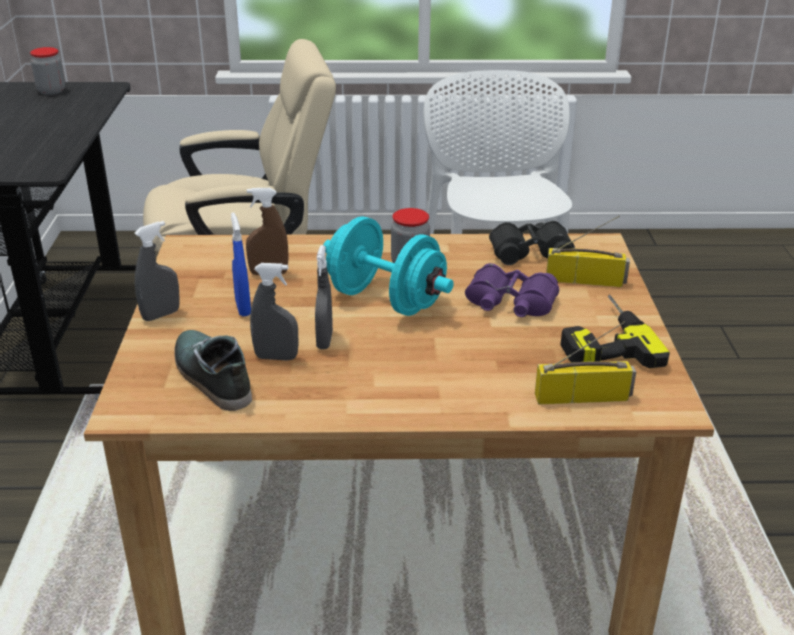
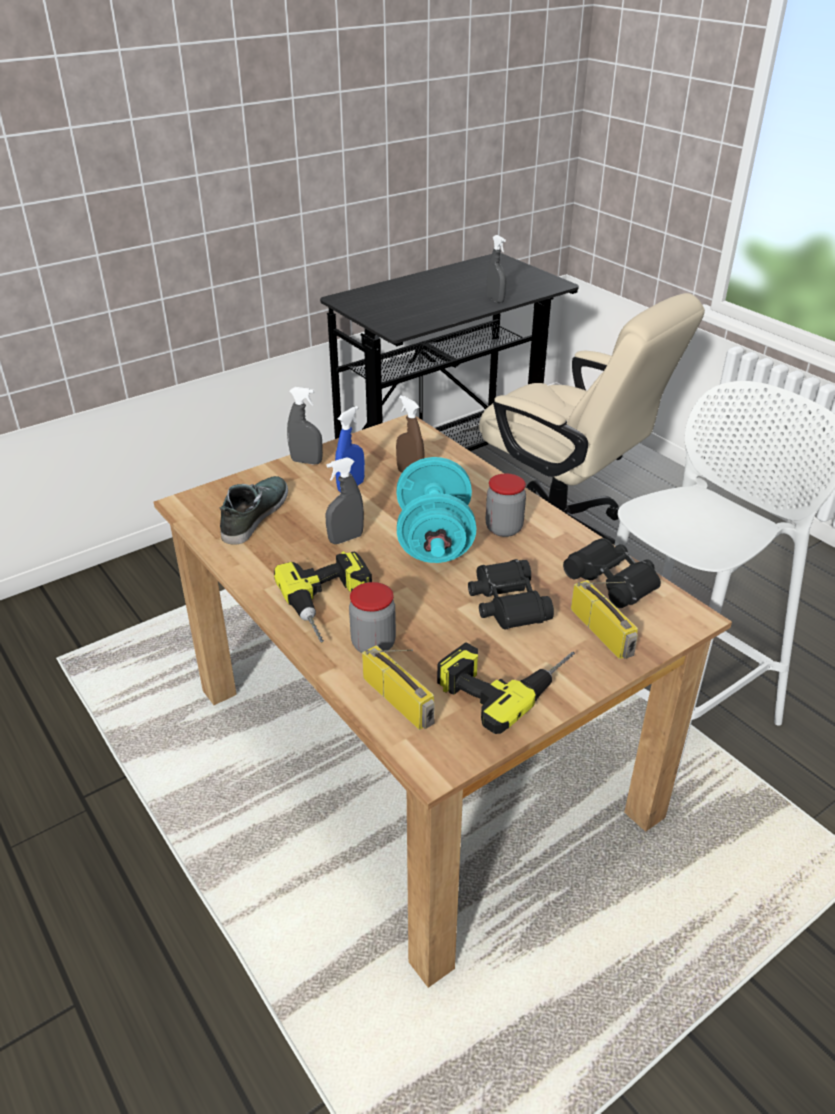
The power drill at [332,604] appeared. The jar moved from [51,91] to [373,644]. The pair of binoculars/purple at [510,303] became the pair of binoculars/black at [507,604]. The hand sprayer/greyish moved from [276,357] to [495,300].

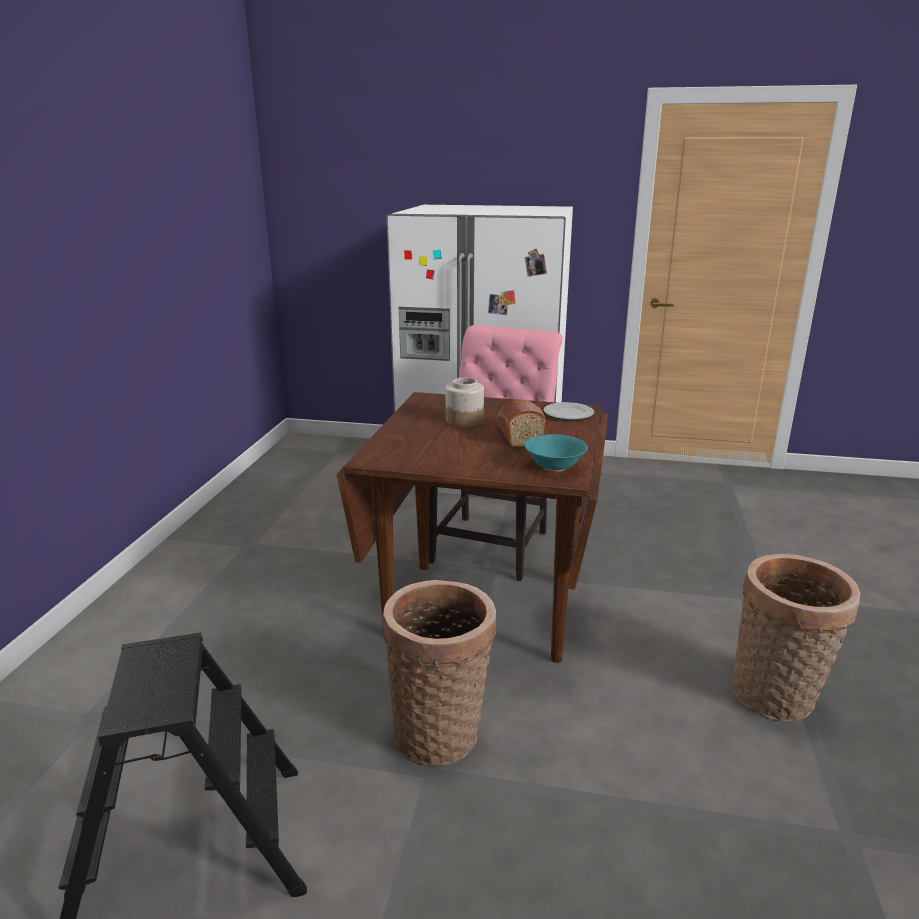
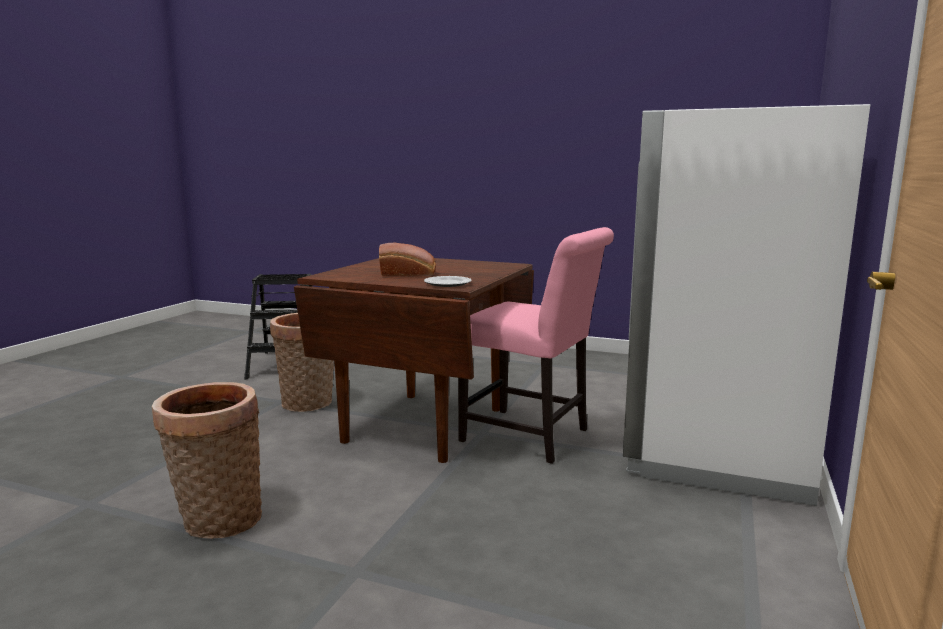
The jar at [465,420] disappeared. The serving bowl/blue-green at [554,467] disappeared.

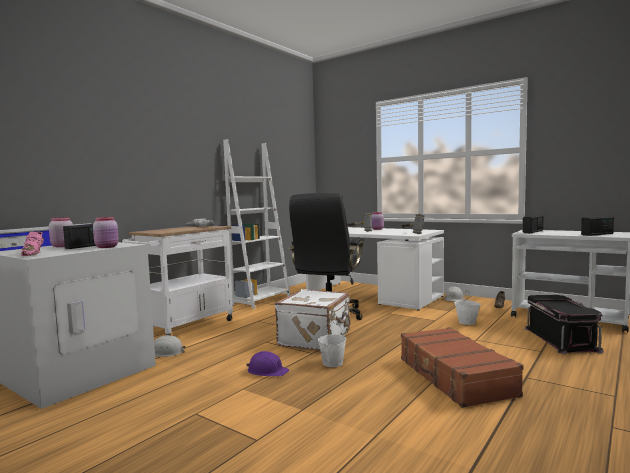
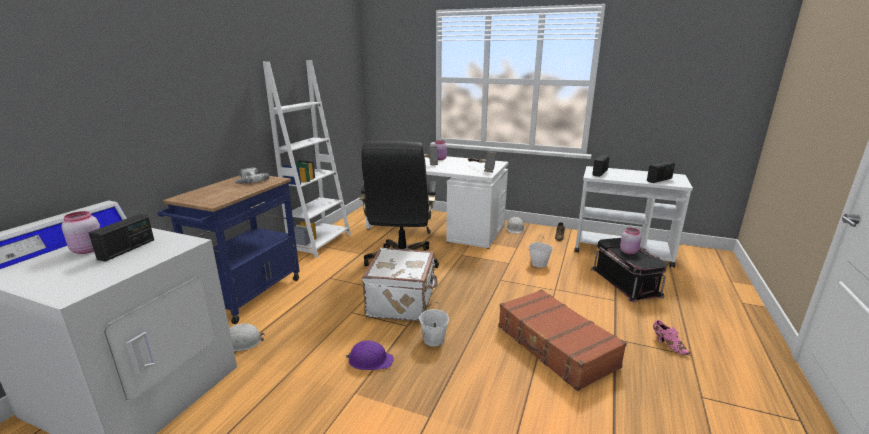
The wheeled cart/white at [184,327] became the wheeled cart/bluish at [247,296]. The jar/pink-coloured moved from [107,247] to [629,251]. The item of footwear/pink-coloured moved from [34,254] to [668,344].

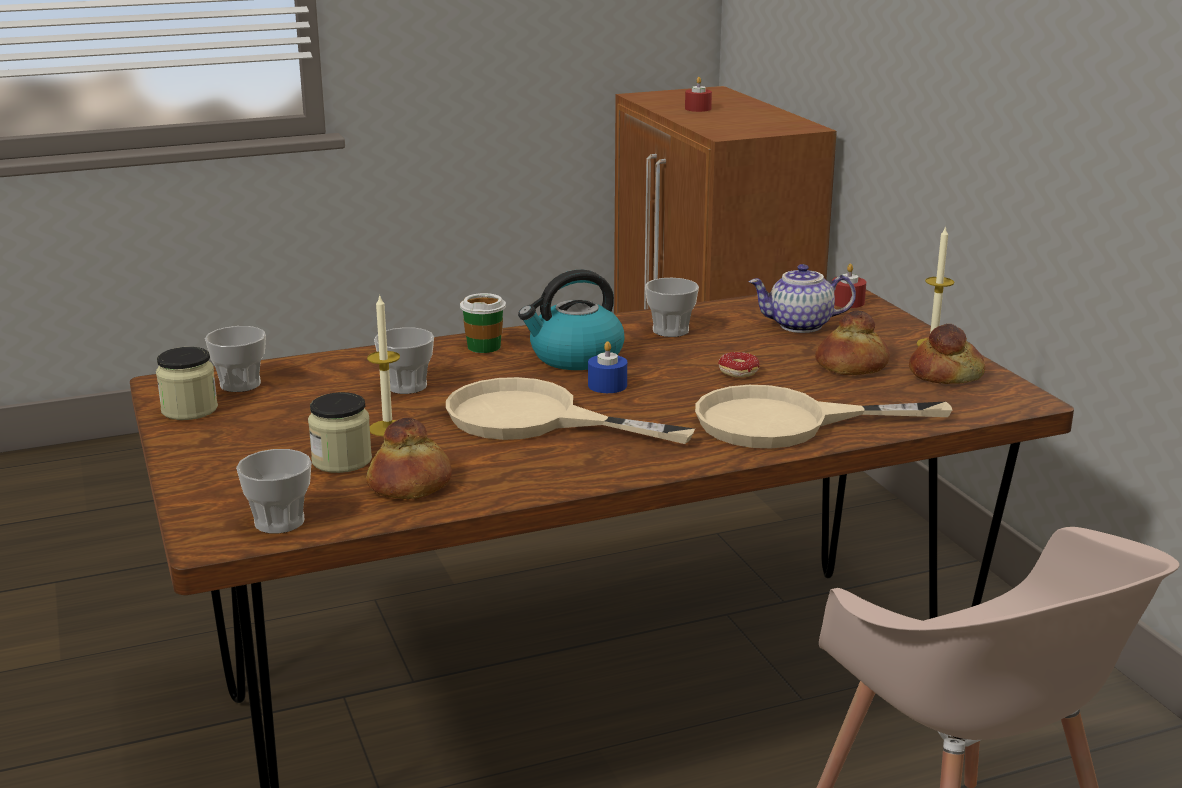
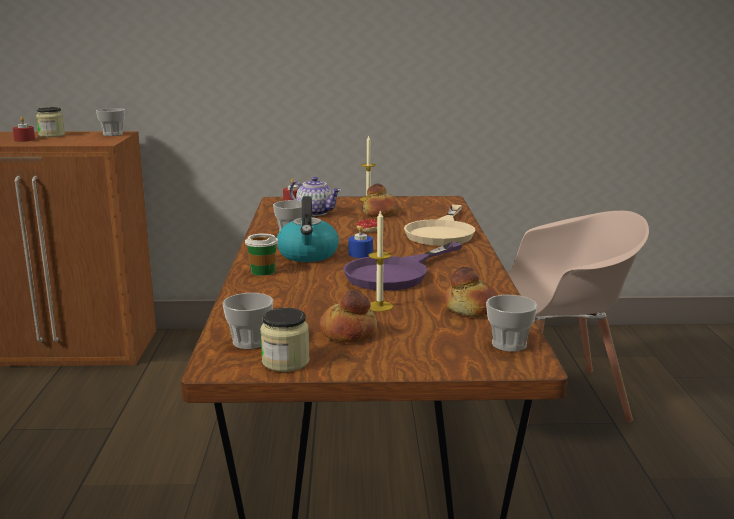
The jar moved from [341,460] to [52,135]. The drinking cup moved from [406,386] to [112,134]. The pot for tea at [799,326] turned 75 degrees counterclockwise. The bakery bread moved from [945,374] to [347,332]. The skillet/sand-coloured at [534,419] became the skillet/purple at [396,273].

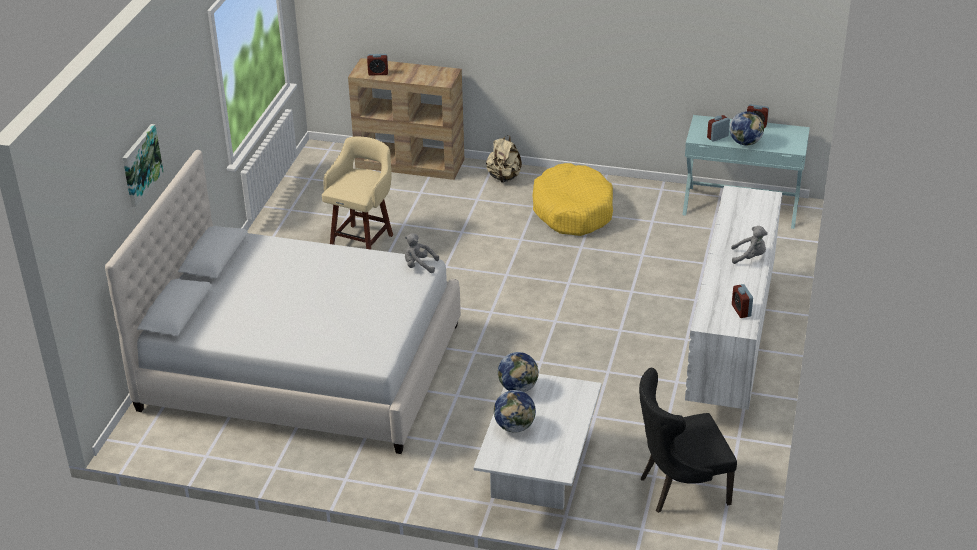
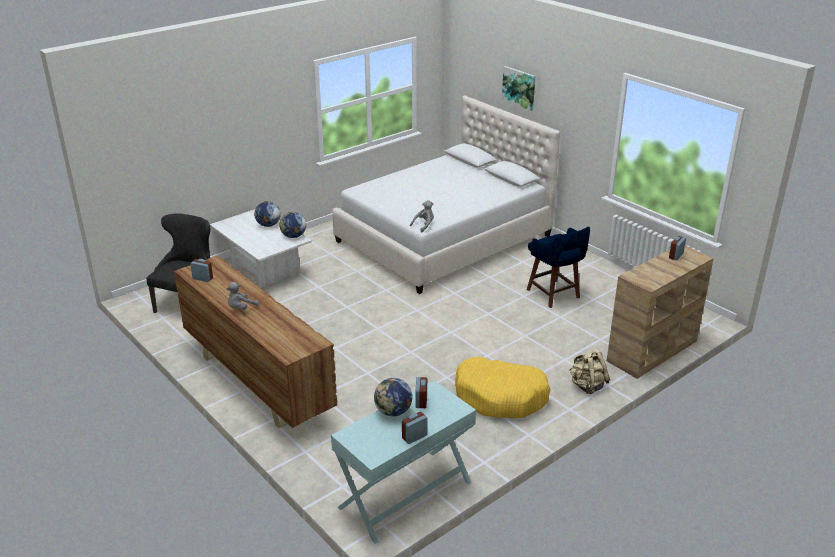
The storage cabinet/white at [731,347] became the storage cabinet/brownish at [256,382]. The stool/sand-coloured at [363,241] became the stool/bluish at [554,295].

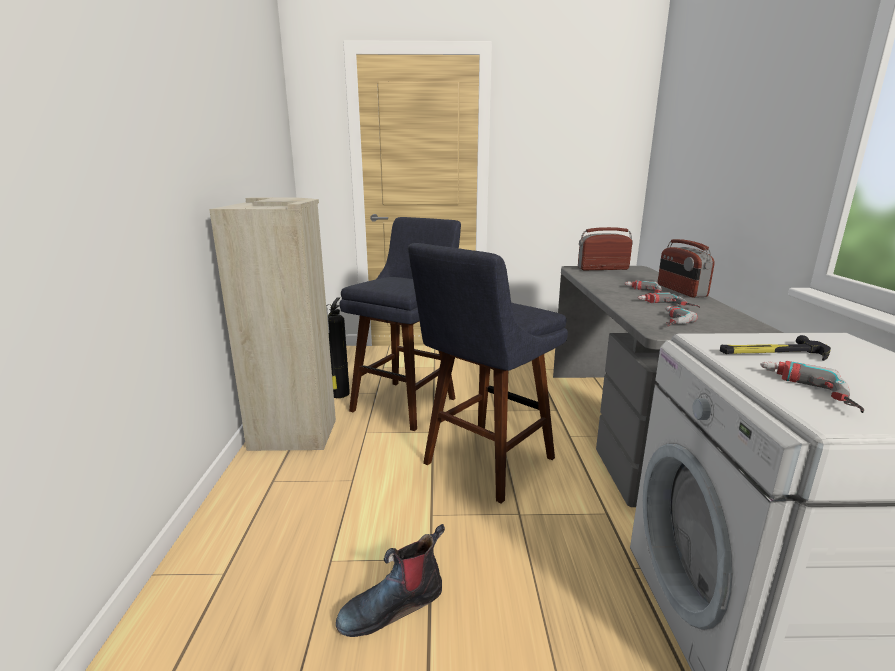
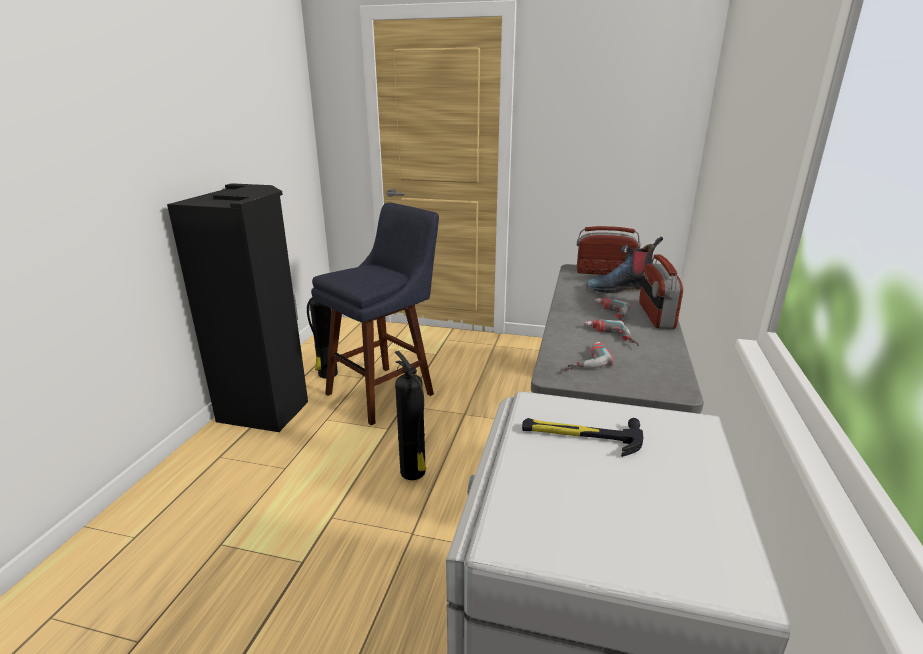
The storage cabinet/sand-coloured at [295,427] became the storage cabinet/black at [269,404]. The stool/bluish at [484,464] was replaced by the extinguisher at [414,473]. The high-top boot moved from [392,605] to [620,288]. The power drill at [804,392] disappeared.

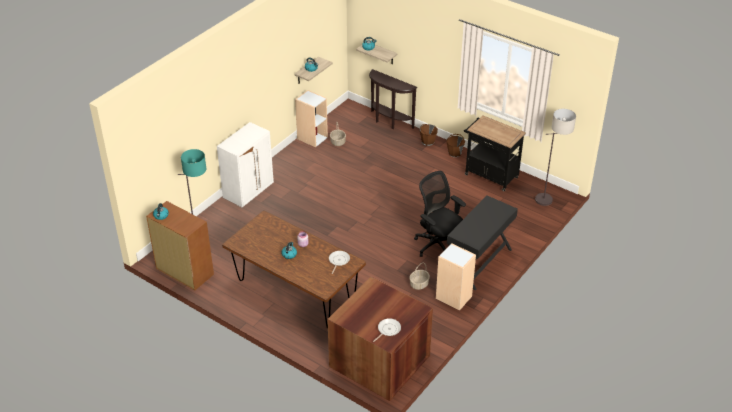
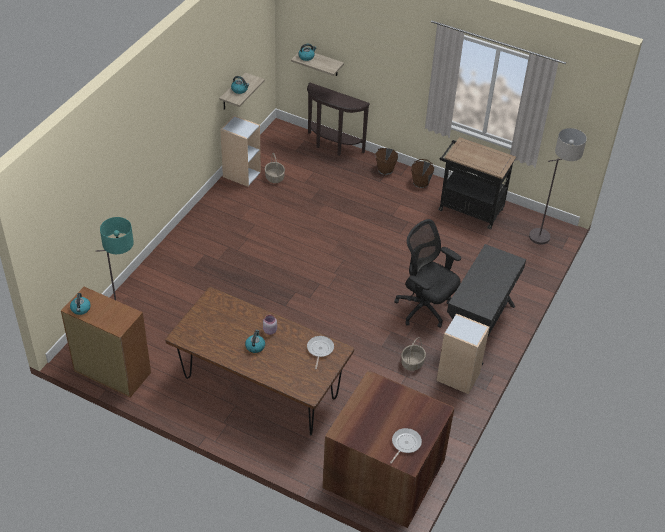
The storage cabinet/white at [248,189] disappeared.

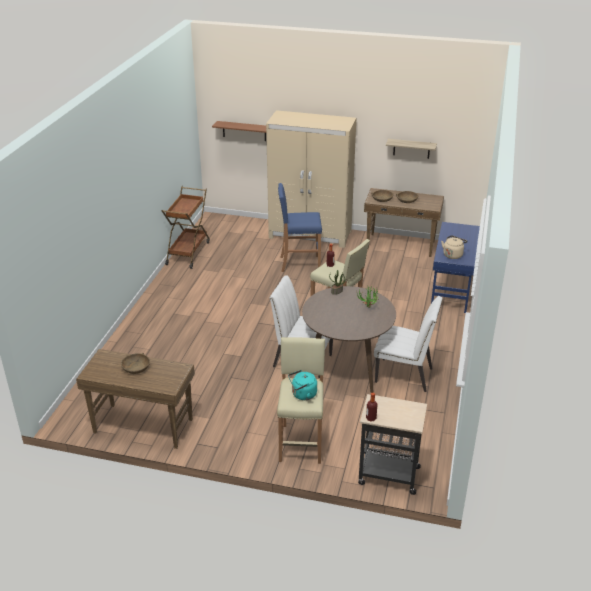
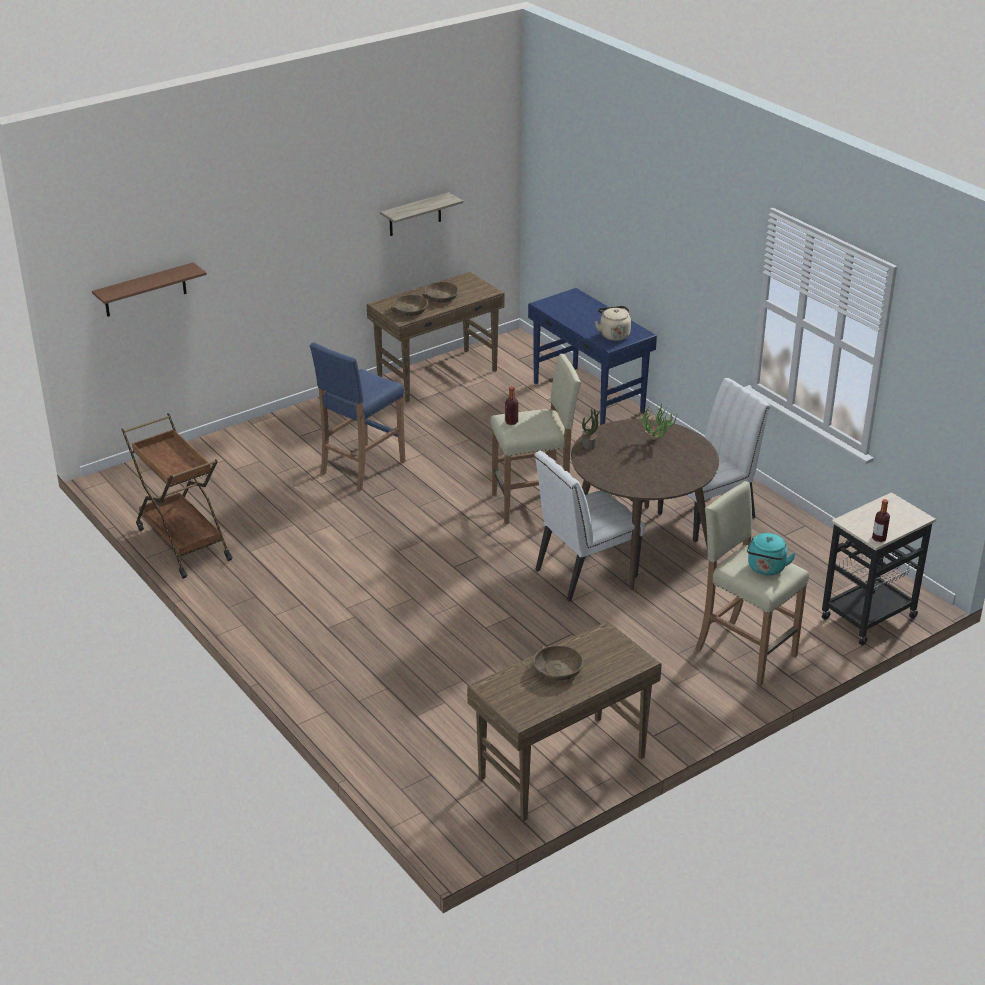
The storage cabinet/sand-coloured at [310,235] disappeared.

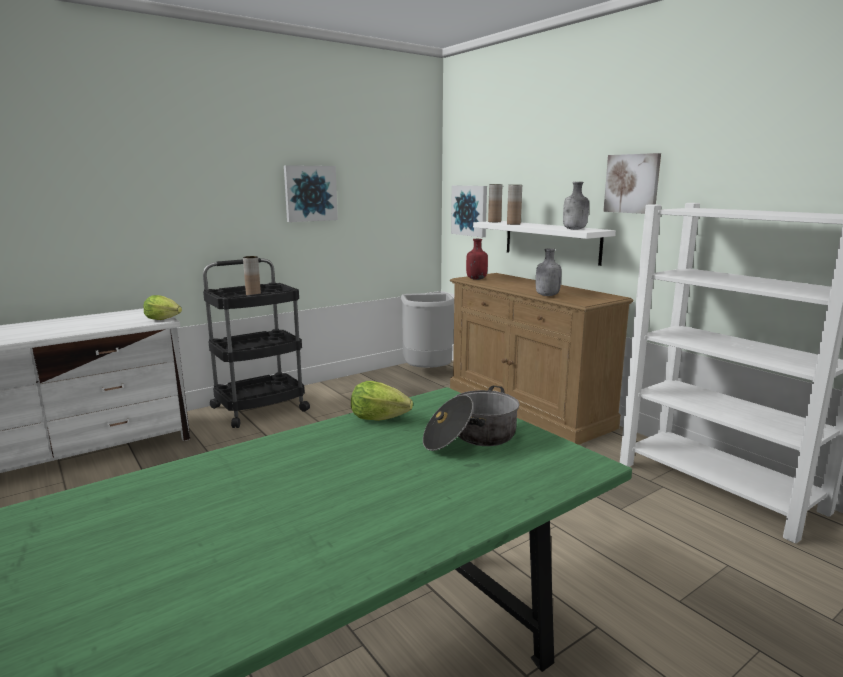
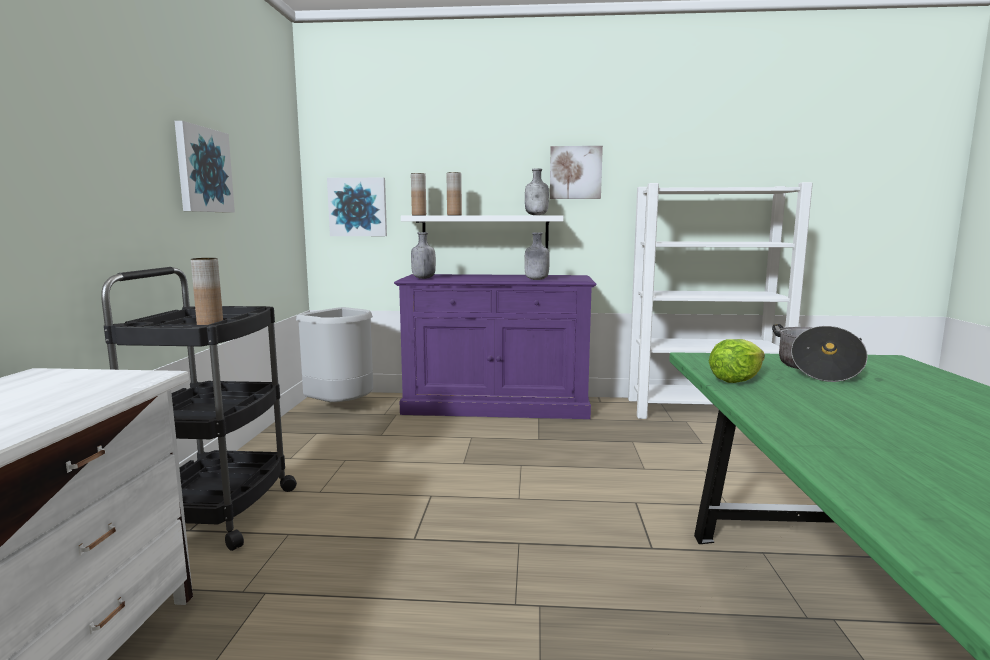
The storage cabinet/brownish at [527,407] became the storage cabinet/purple at [497,406]. The drink bottle/reddish at [476,279] became the drink bottle/greyish at [423,278]. The head of lettuce at [163,319] disappeared.

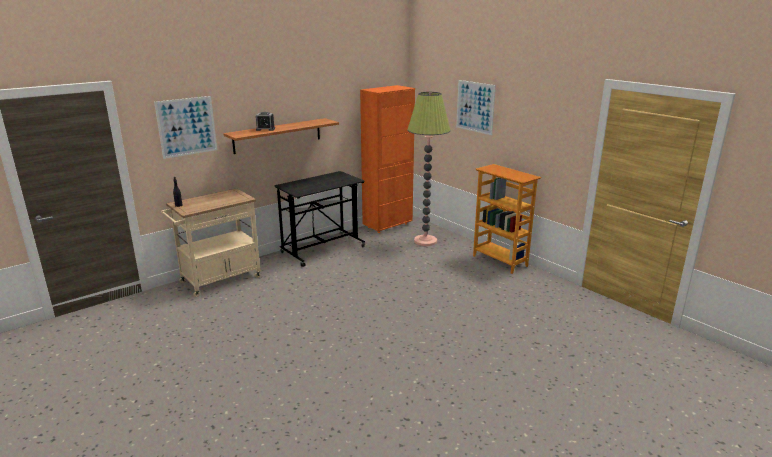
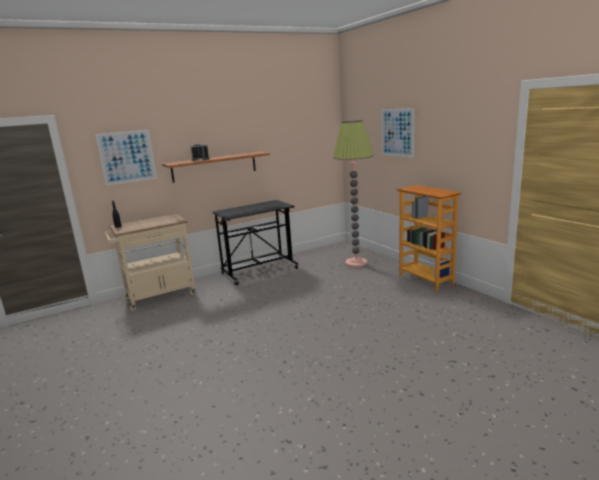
The storage cabinet/orange at [388,225] disappeared.

